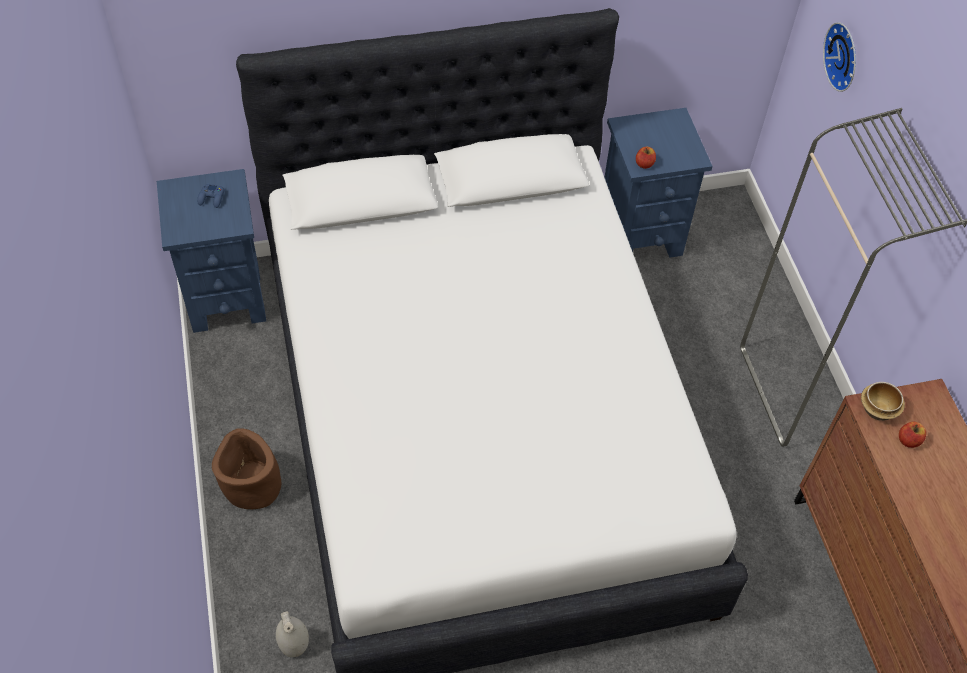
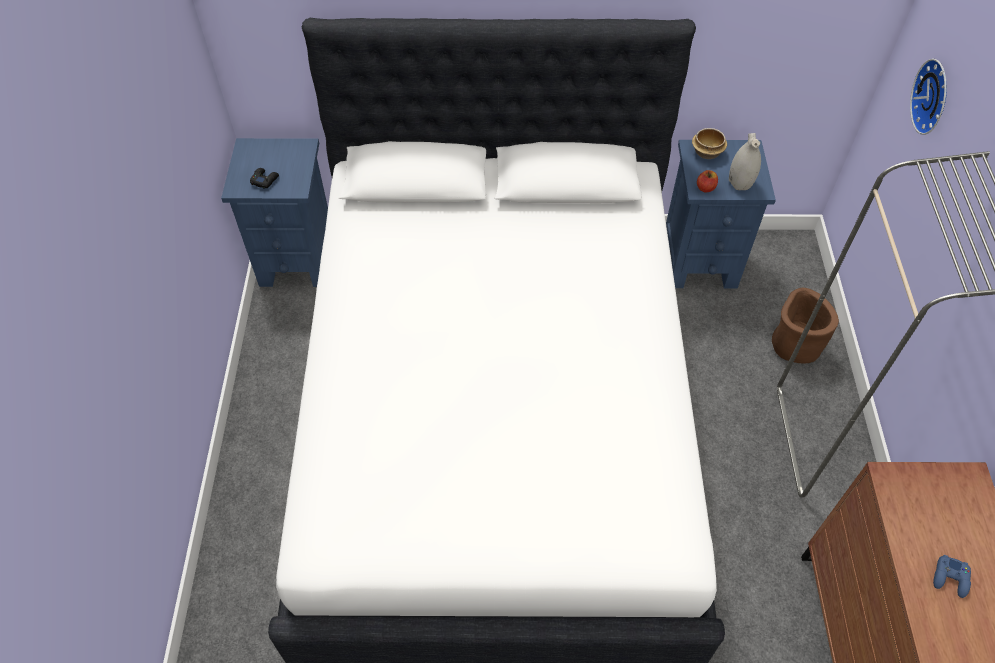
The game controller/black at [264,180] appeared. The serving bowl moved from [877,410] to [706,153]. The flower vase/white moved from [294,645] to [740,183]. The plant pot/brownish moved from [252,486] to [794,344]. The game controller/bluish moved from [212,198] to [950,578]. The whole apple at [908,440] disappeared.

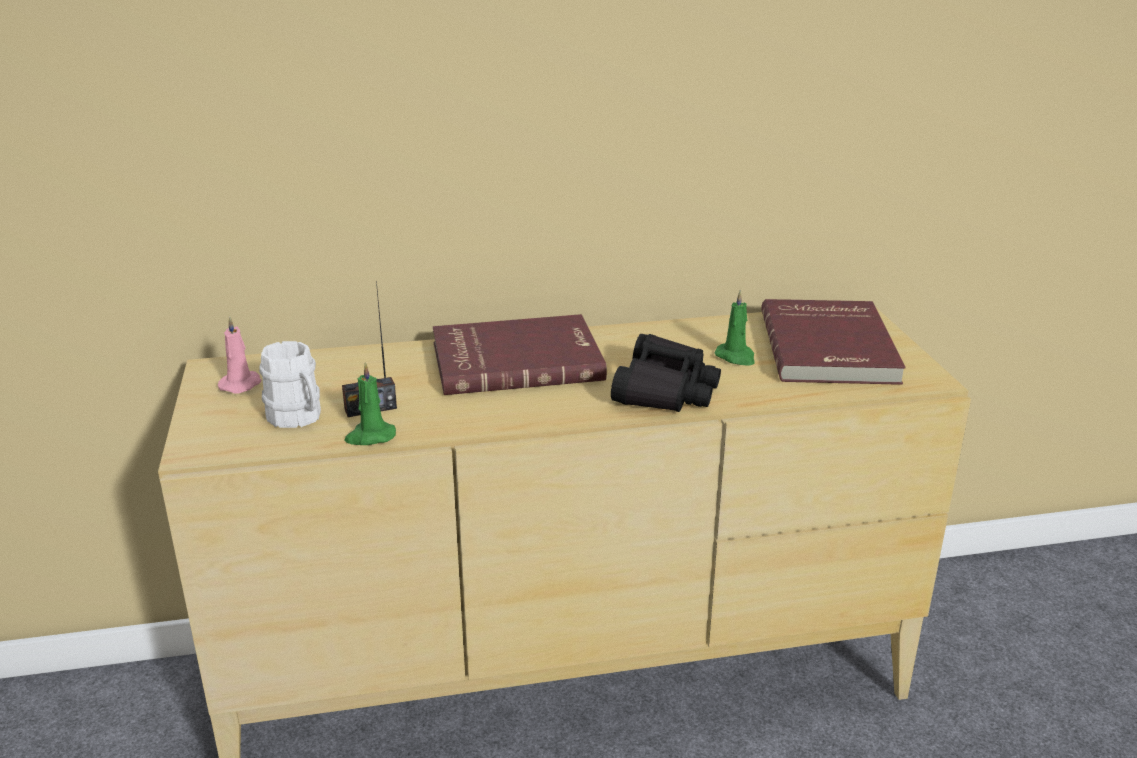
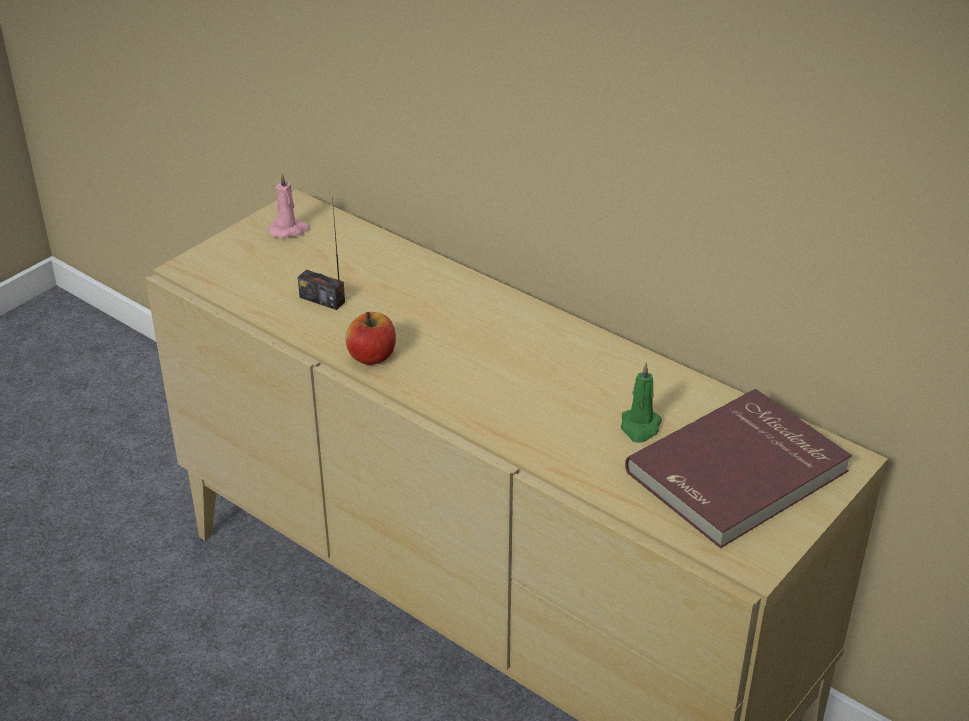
The whole apple at [372,356] appeared. The mug/white at [298,418] disappeared. The wax candle/green-coloured at [370,436] disappeared. The bound book/reddish at [516,360] disappeared. The pair of binoculars/black at [665,390] disappeared.

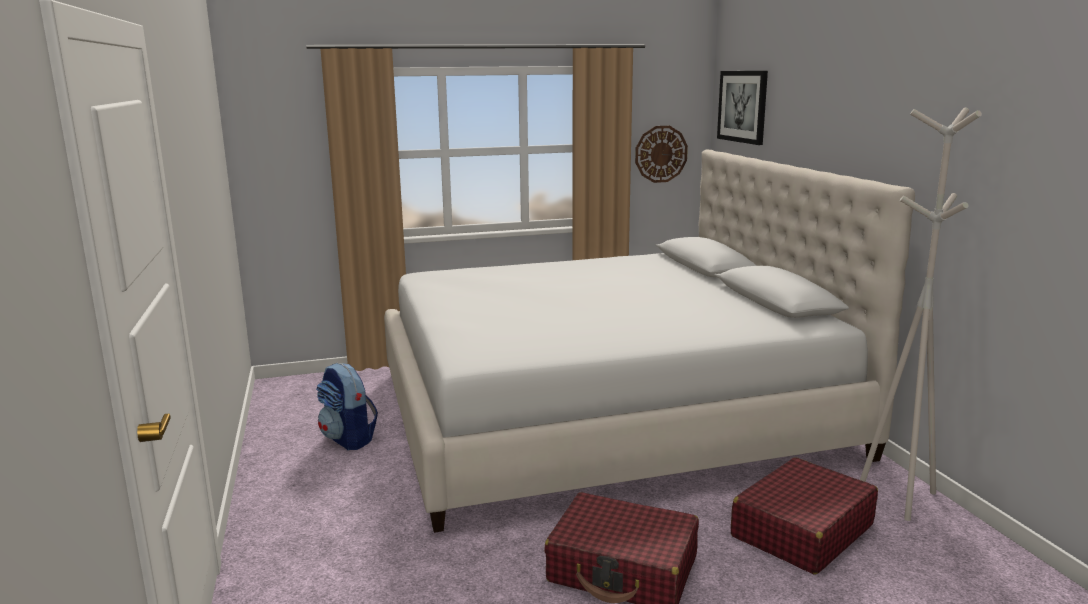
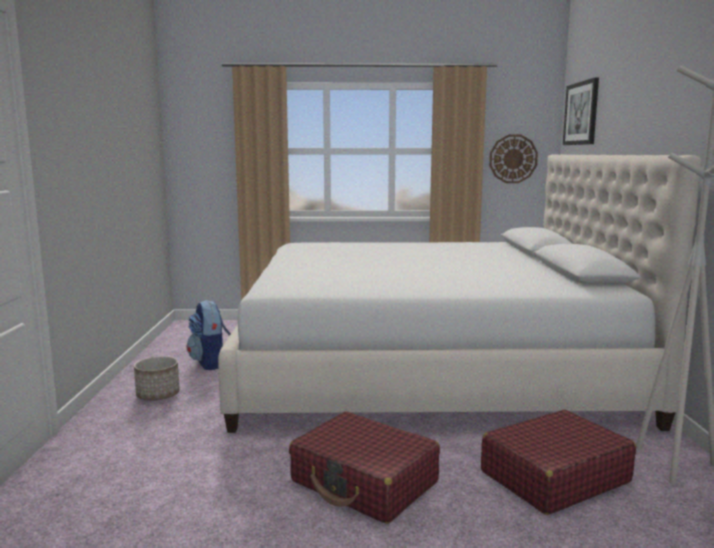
The plant pot at [158,395] appeared.

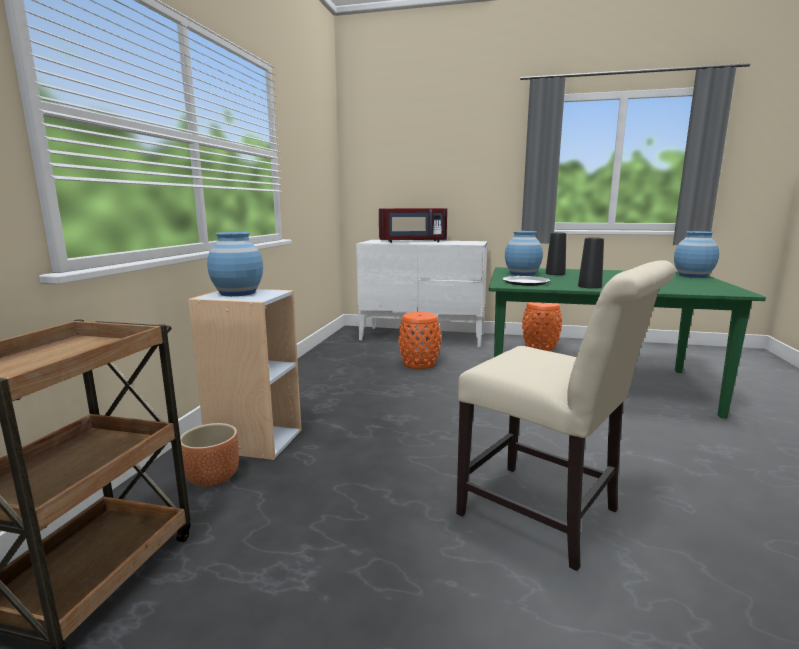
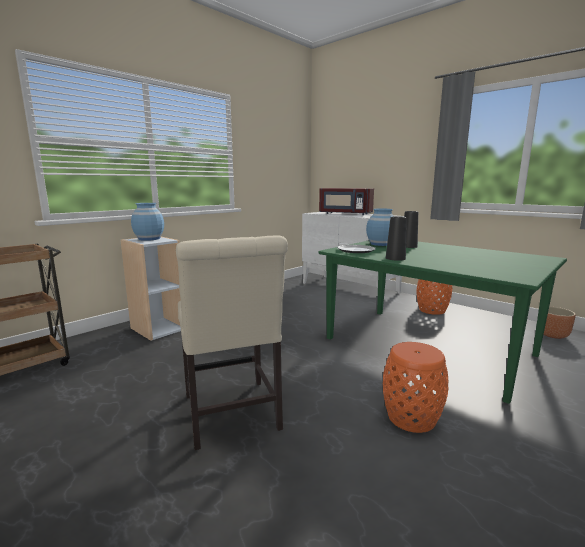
The stool/orange moved from [419,364] to [411,418]. The plant pot/brownish moved from [212,478] to [552,335]. The flower vase/bluish at [693,276] disappeared.

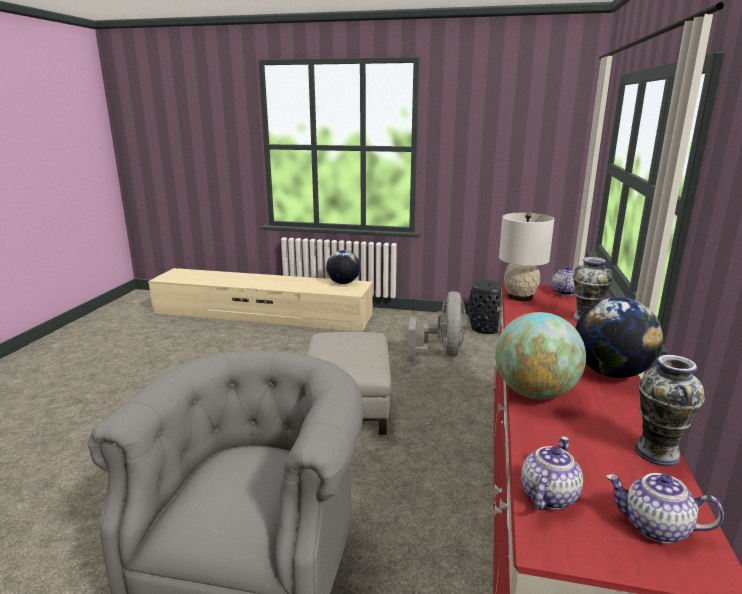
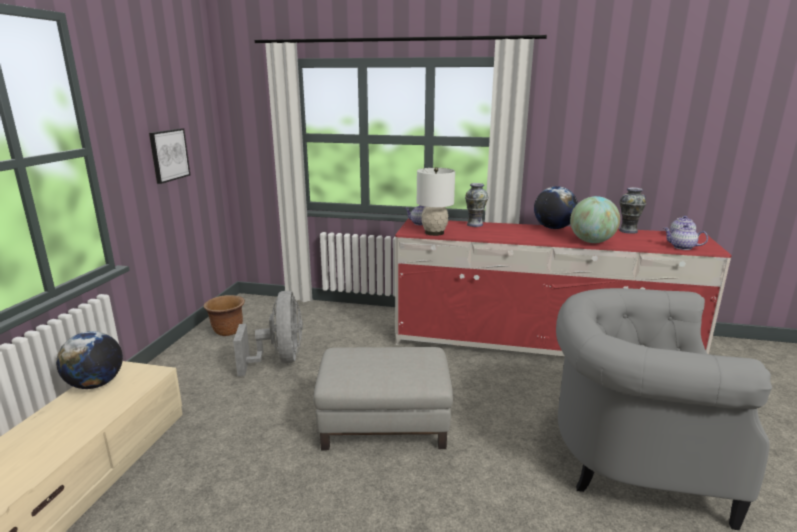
The picture at [169,155] appeared. The stool/black at [486,328] was replaced by the plant pot/brownish at [228,331]. The electric fan/greyish at [442,354] turned 75 degrees clockwise.

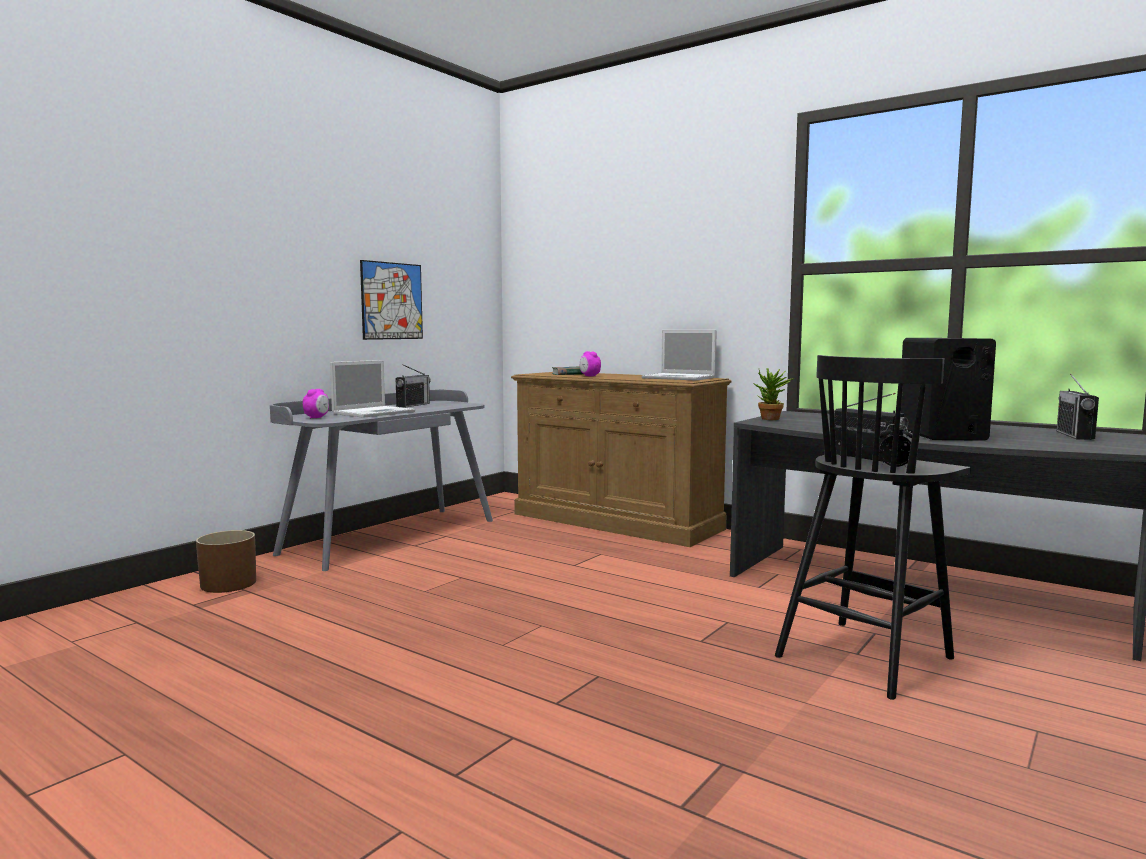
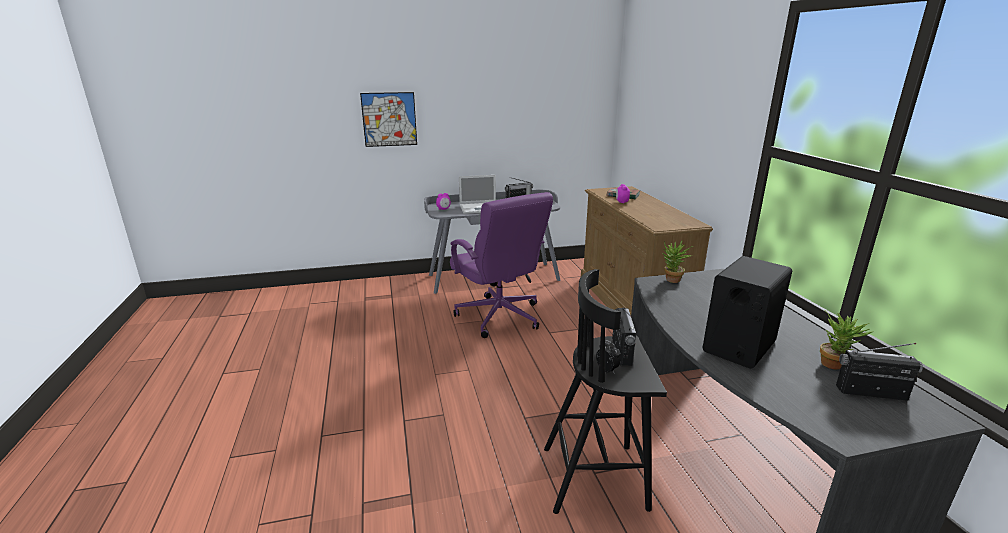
The picture moved from [392,301] to [389,119]. The computer chair/purple at [499,315] appeared. The potted plant at [835,364] appeared. The radio receiver at [1074,435] turned 45 degrees clockwise. The plant pot/brownish at [228,584] disappeared. The portable computer at [680,378] disappeared.

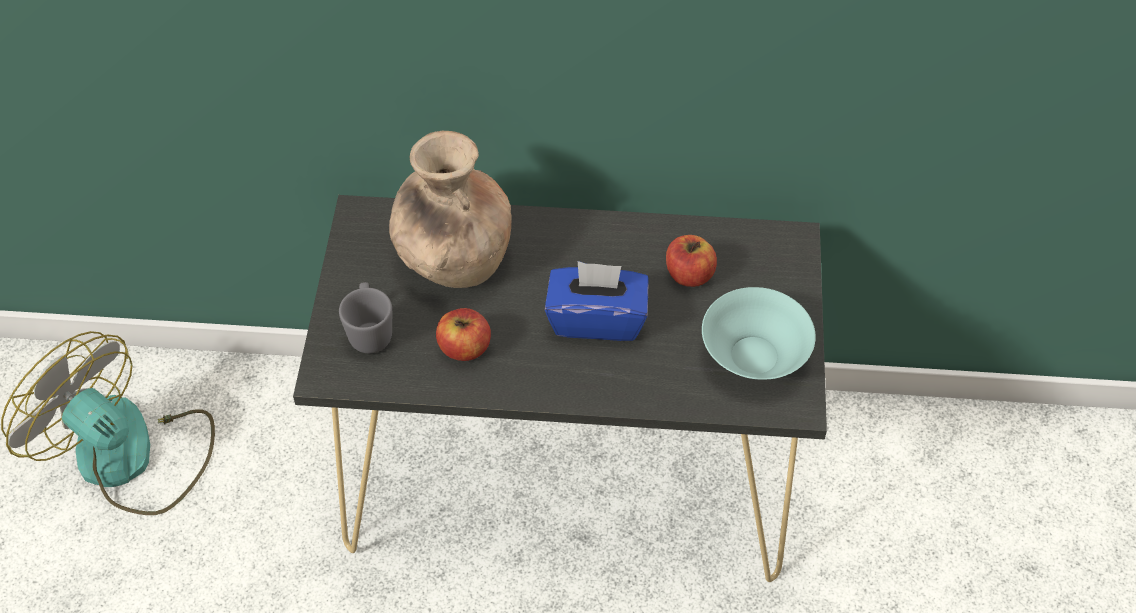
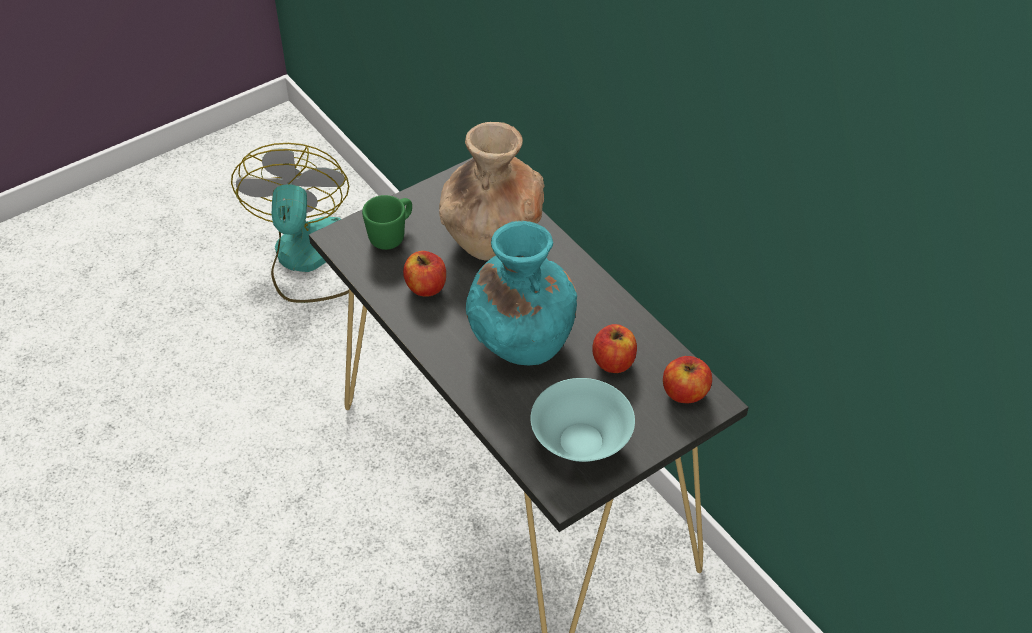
The mug/greyish at [370,331] became the mug/green-coloured at [392,235]. The box of tissues/bluish at [597,319] was replaced by the flower vase/blue-green at [520,337]. The whole apple at [685,392] appeared.

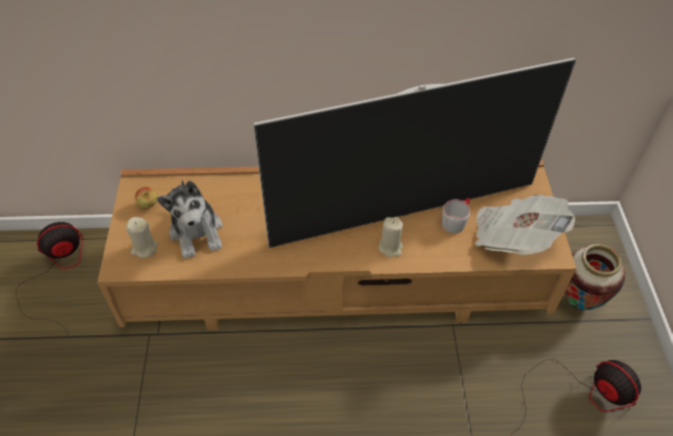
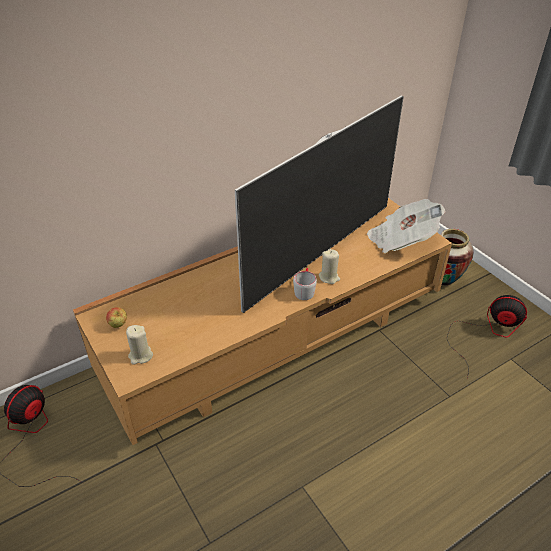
The mug/greyish moved from [456,220] to [304,290]. The soft toy at [197,232] disappeared.

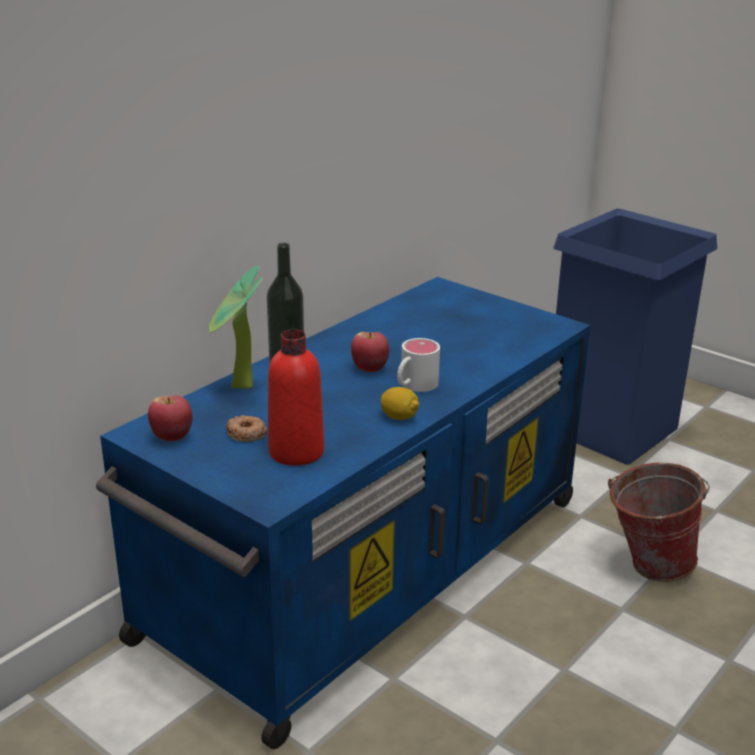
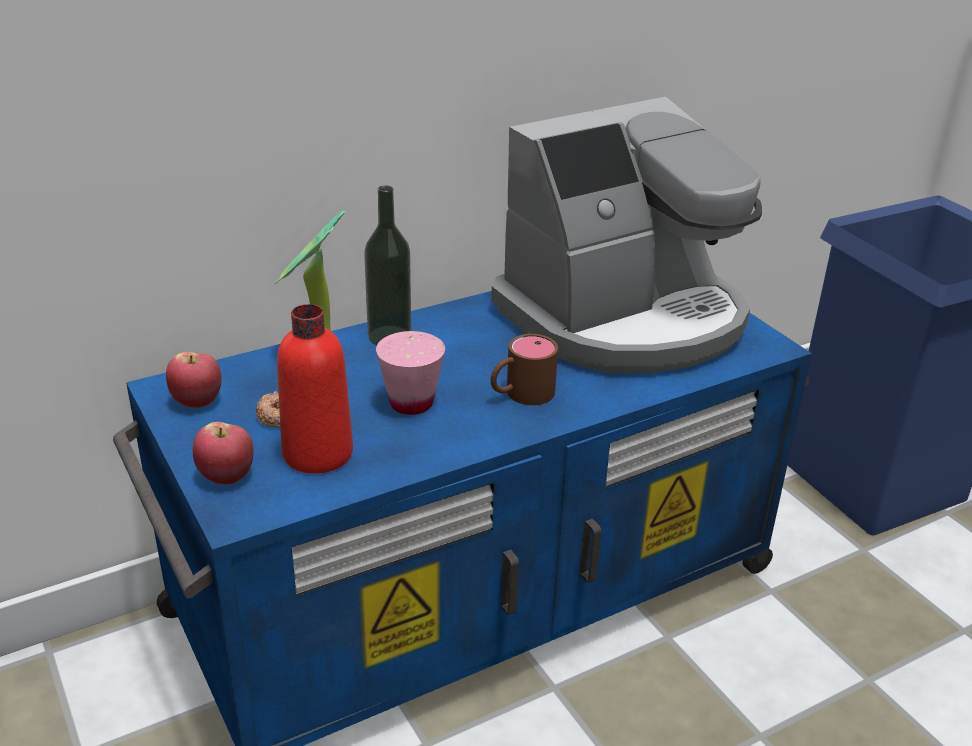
The whole apple moved from [370,369] to [227,477]. The drinking cup/pink-coloured at [411,403] appeared. The mug/white at [414,386] became the mug/brownish at [520,394]. The coffee brewer at [624,319] appeared. The whole lemon at [399,417] disappeared. The water bucket at [646,565] disappeared.

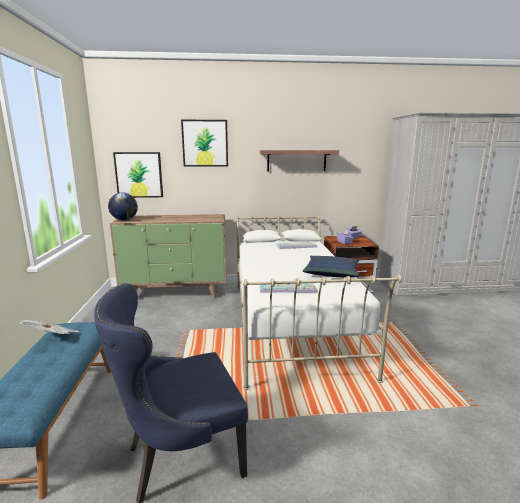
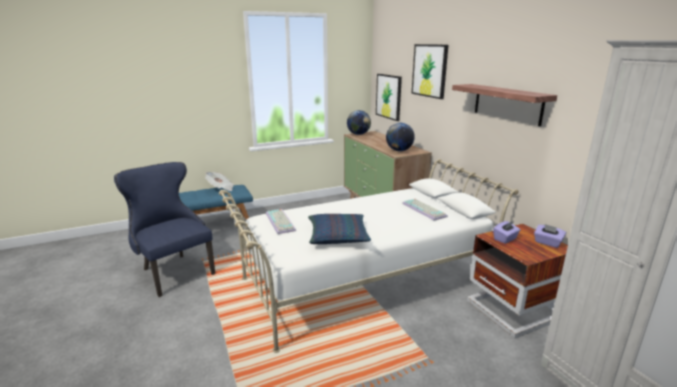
The globe at [399,150] appeared.

